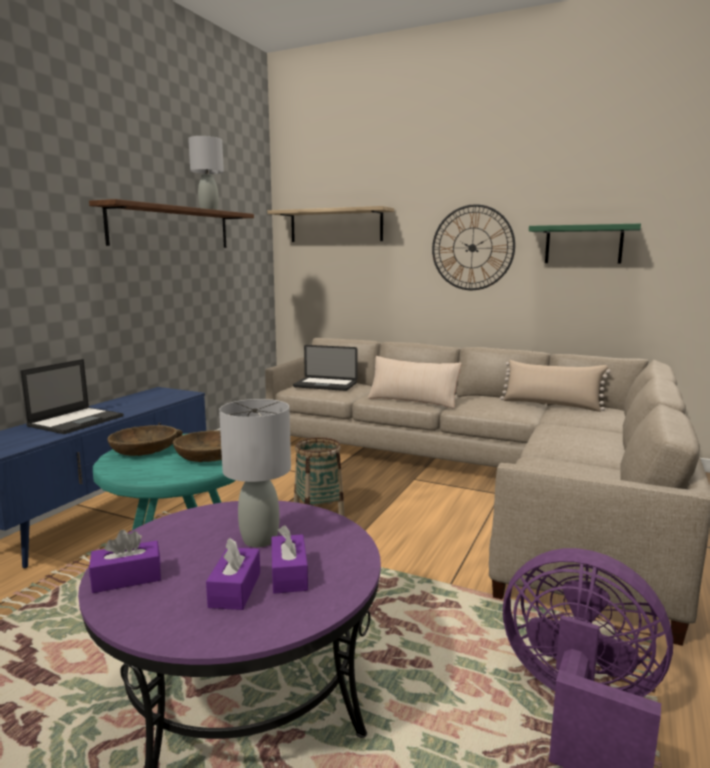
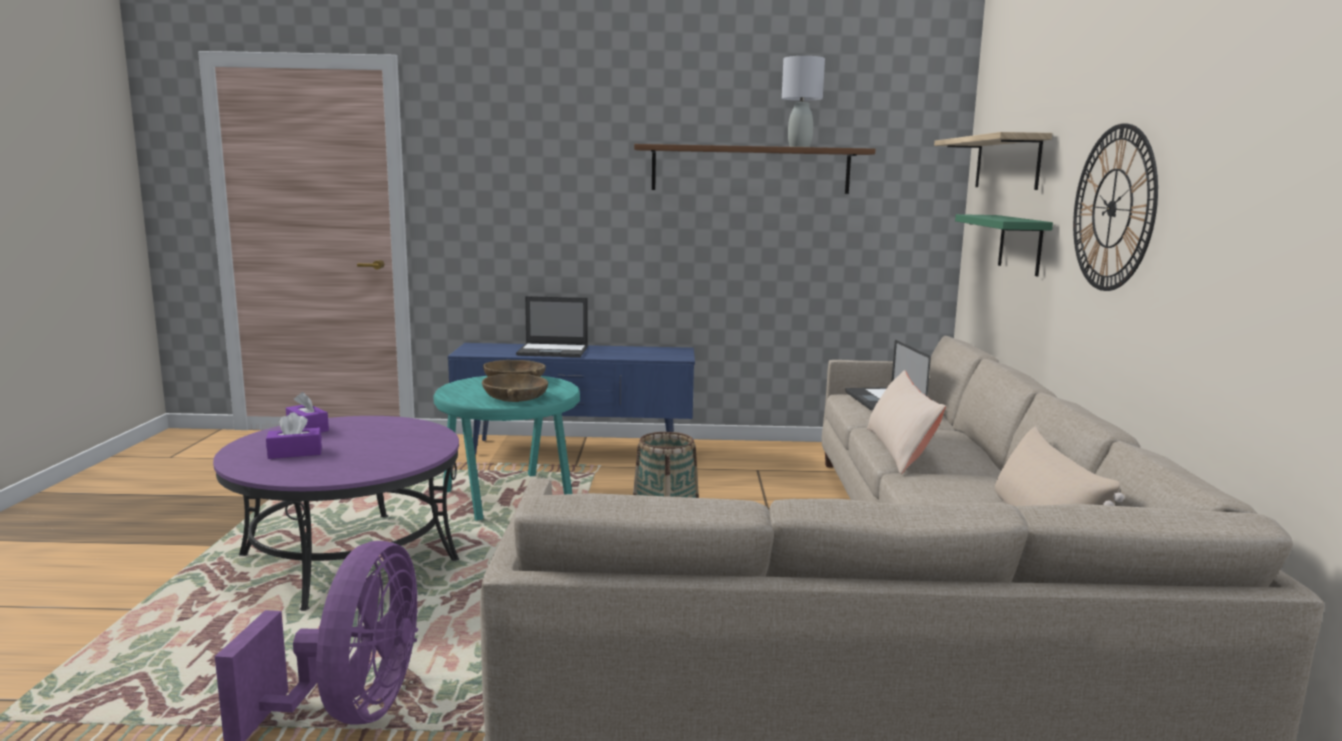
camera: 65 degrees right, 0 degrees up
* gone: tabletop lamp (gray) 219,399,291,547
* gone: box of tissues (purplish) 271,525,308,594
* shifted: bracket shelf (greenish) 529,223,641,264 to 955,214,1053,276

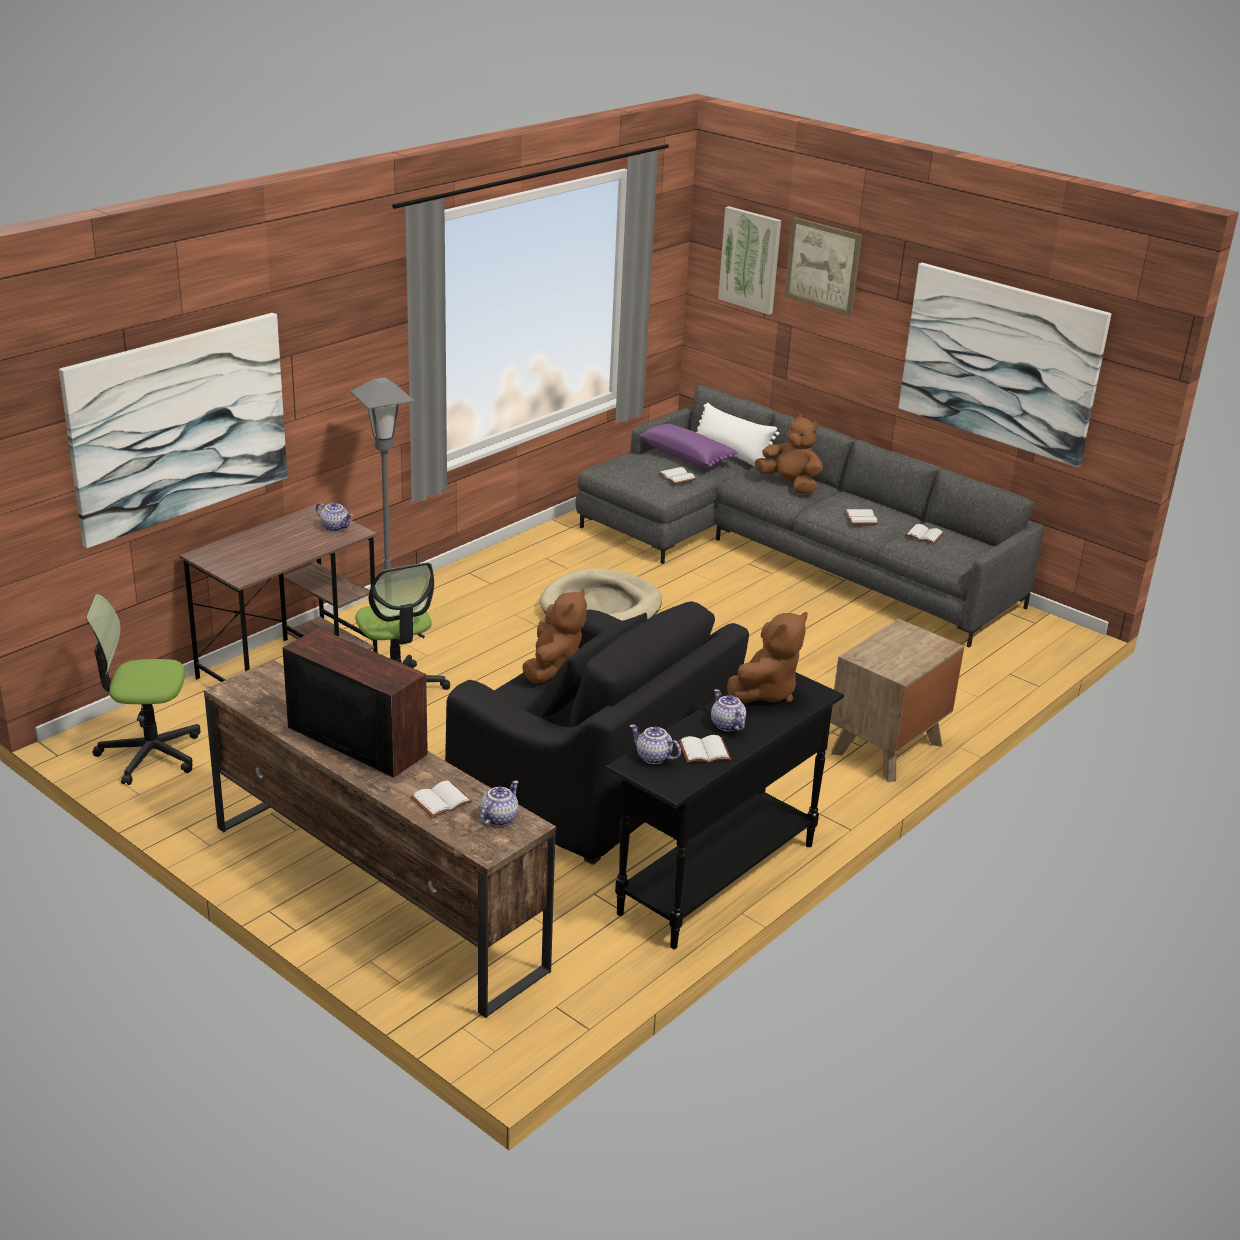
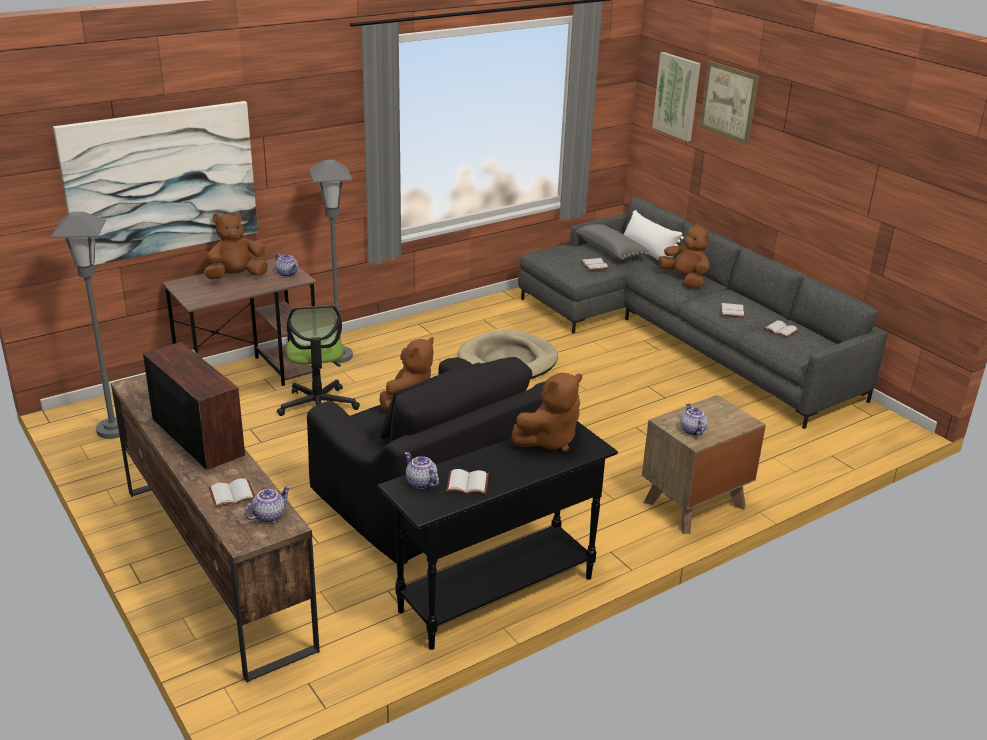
camera: 15 degrees right, 0 degrees up
* gone: wall art 899,263,1111,468
* new: cuddly toy (brown-coloured) 204,212,268,279
* shifted: pot for tea 711,689,746,731 to 680,403,708,436
* swapped: computer chair 86,594,201,785 to floor lamp (gray) 51,212,120,439
* repainted: throw pillow (purplish) 639,424,738,467 to throw pillow (gray) 576,224,649,260

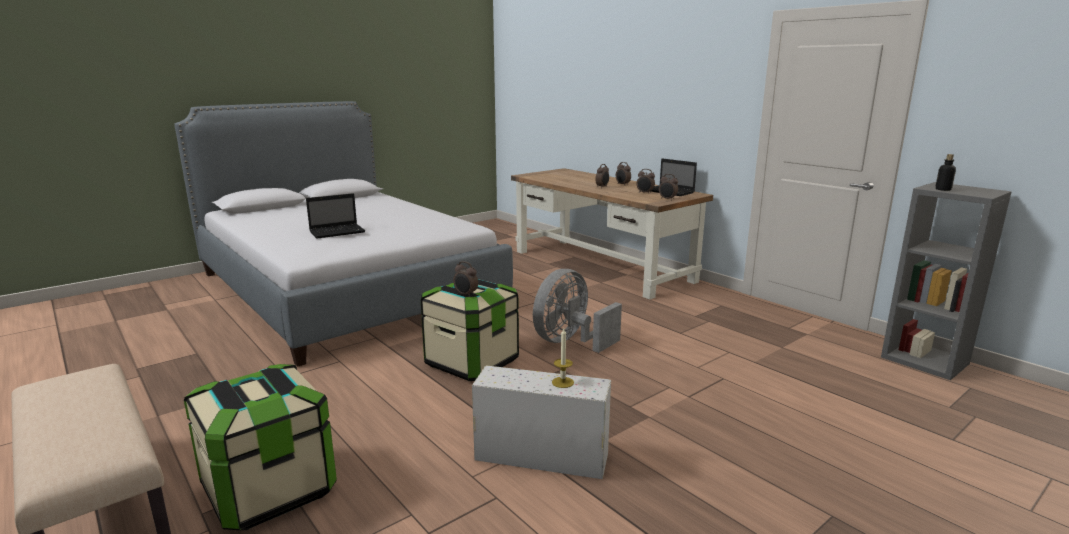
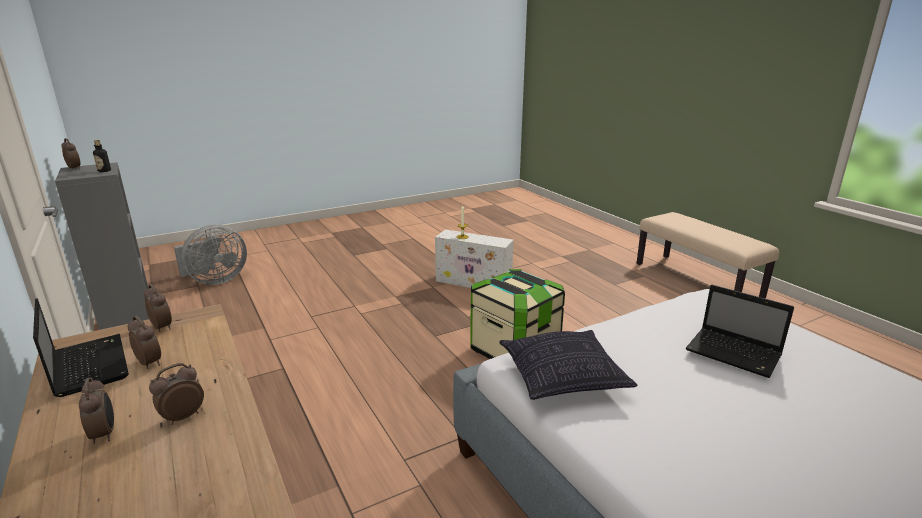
camera: 170 degrees left, 5 degrees up
* gone: storage container 184,364,337,530
* new: throw pillow 499,330,637,400
* shifted: table clock 453,261,478,297 to 61,138,81,170
* shifted: cooling fan (gray) 533,269,622,353 to 174,225,247,285
* rotated: notebook computer 306,193,365,239 = 686,285,794,378 120 degrees counterclockwise

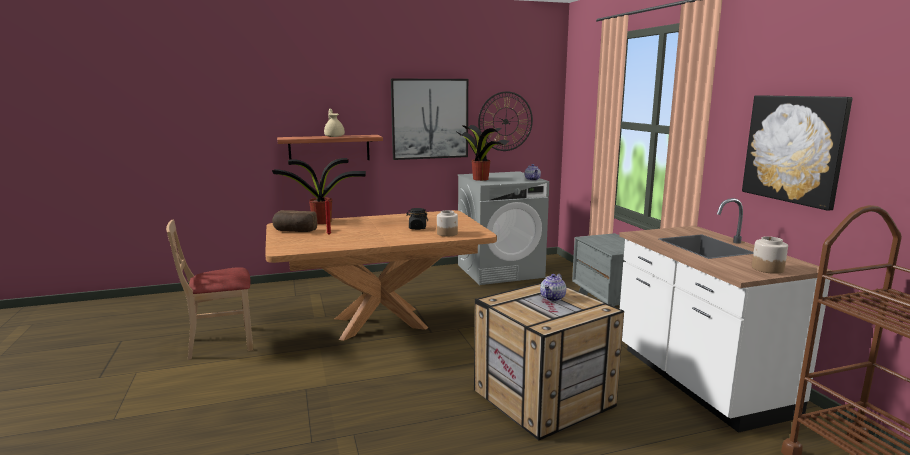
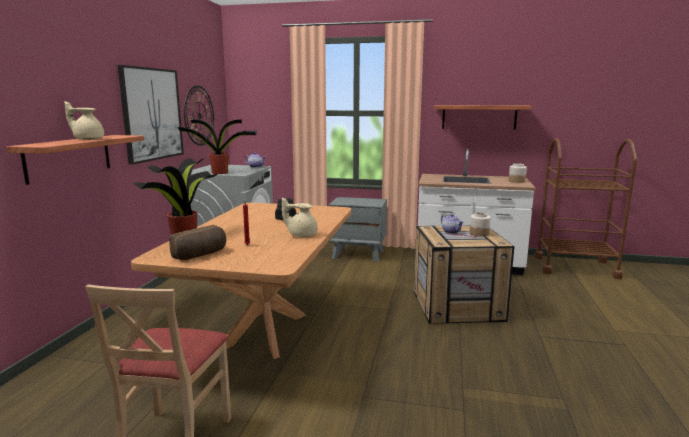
camera: 60 degrees left, 0 degrees up
* new: pot for tea (beige) 282,197,318,237
* shifted: preserve jar 437,210,458,237 to 469,212,491,237
* swapped: wall art 742,95,853,211 to bracket shelf 434,105,531,130

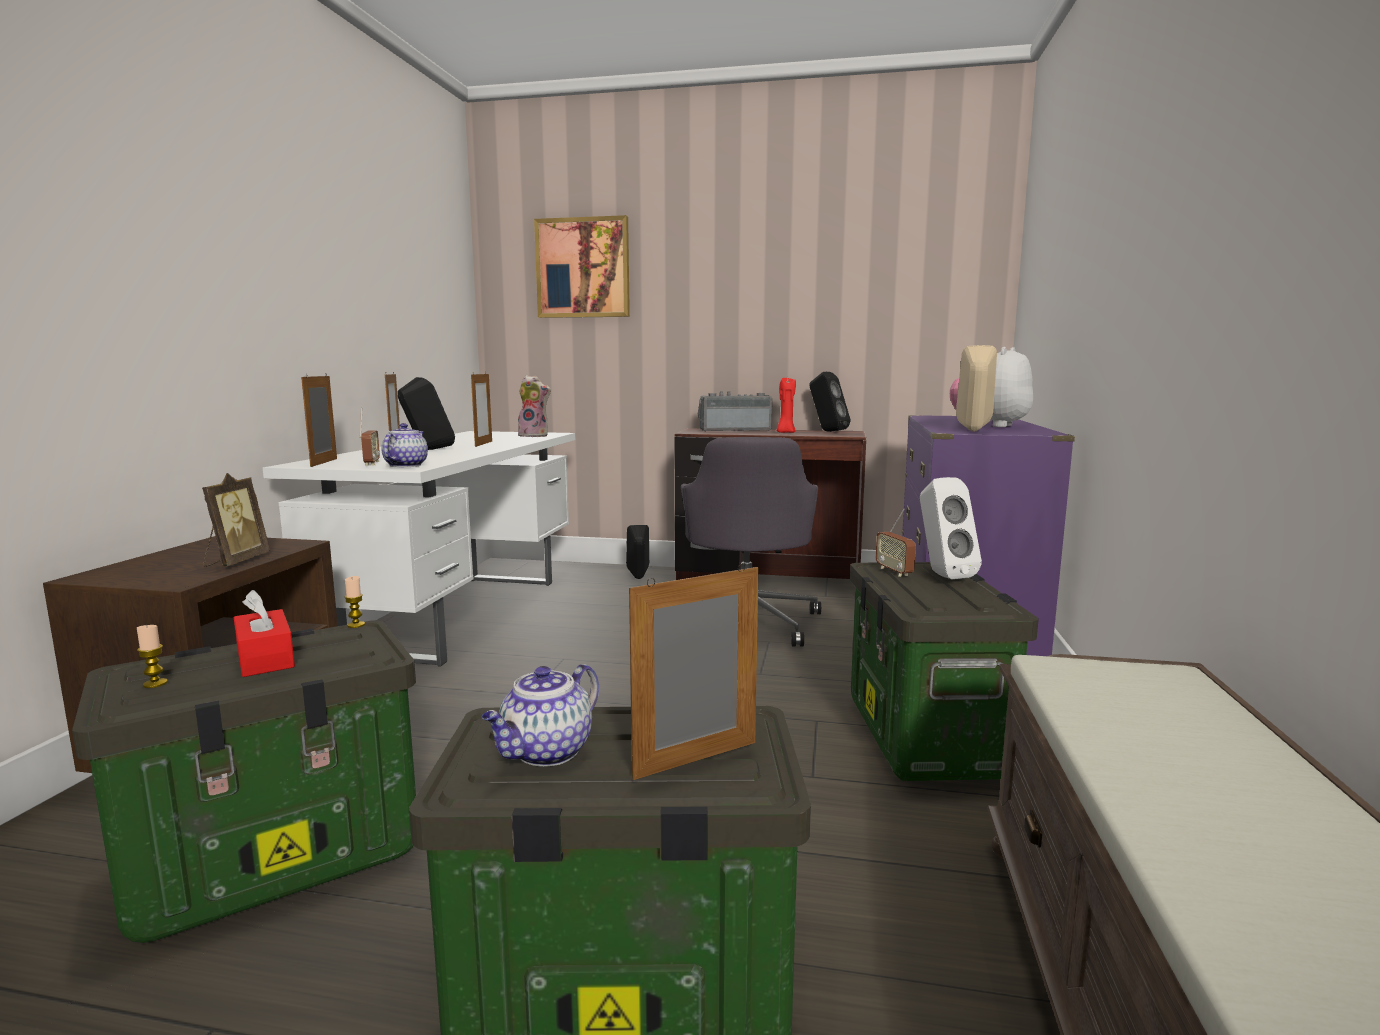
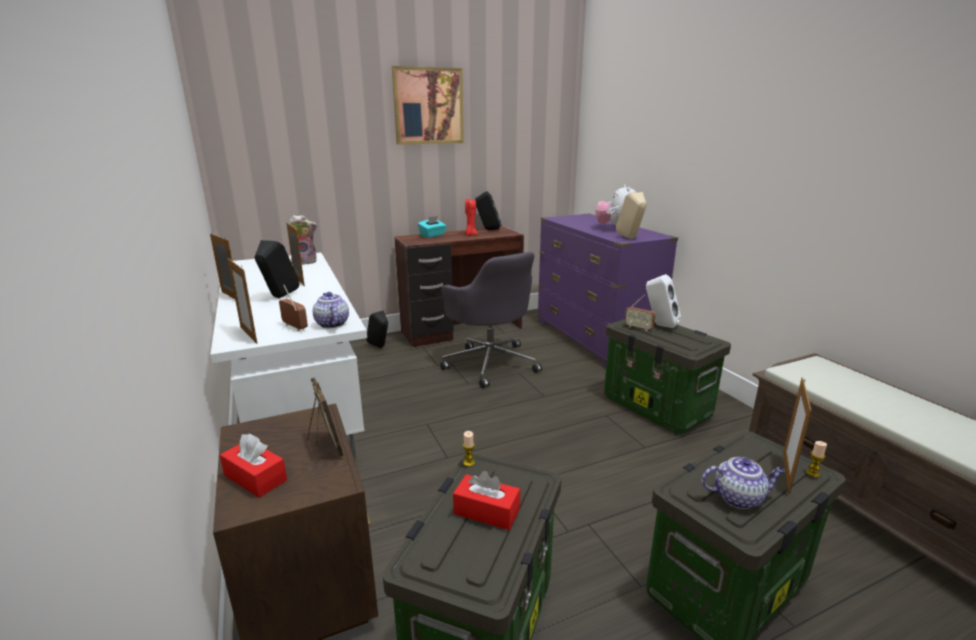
camera: 35 degrees left, 10 degrees up
* new: box of tissues (red-coloured) 220,433,287,498
* shifted: wax candle 137,625,168,688 to 806,441,827,477
* shifted: wall art 534,215,630,318 to 392,66,464,145
* swapped: radio receiver 698,391,772,432 to box of tissues (turquoise) 418,216,446,238
* rotated: pot for tea 482,664,599,766 = 701,457,785,509 90 degrees counterclockwise

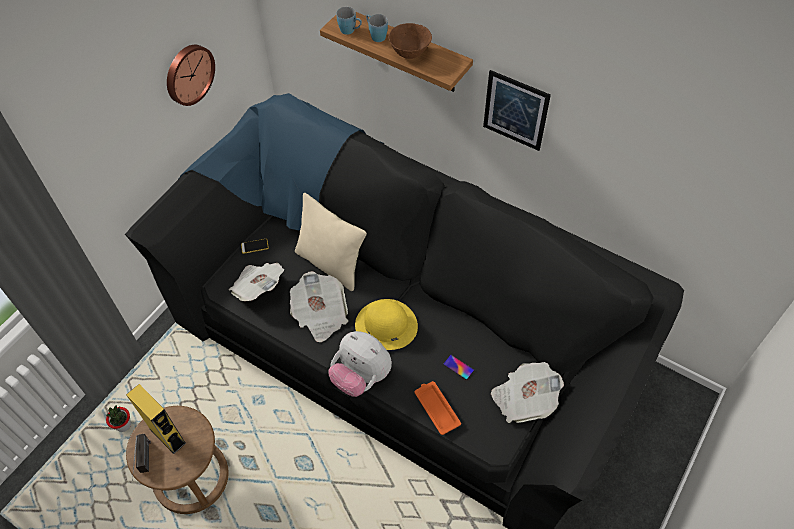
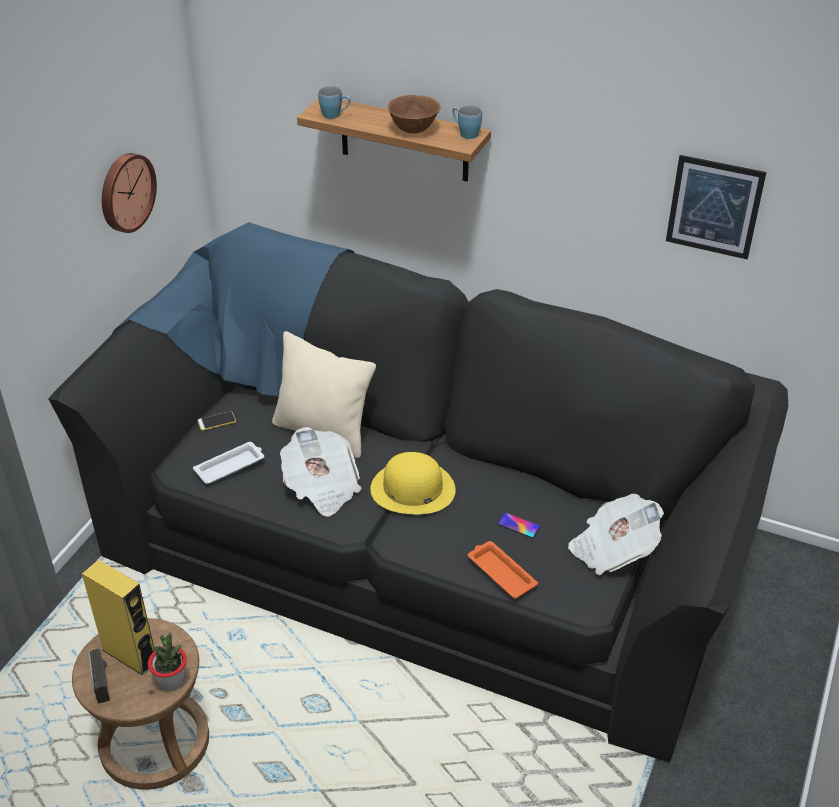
camera: 10 degrees left, 15 degrees down
* gone: cuddly toy 328,331,392,397
* shifted: plant in a pot 106,405,131,432 to 148,632,187,691
* shifted: coffee mug (bluish) 366,14,388,42 to 452,105,482,139
* shifted: wall art 483,70,551,151 to 666,155,766,259
* swapped: newspaper 229,263,284,301 to serving tray (whitish) 193,442,264,484

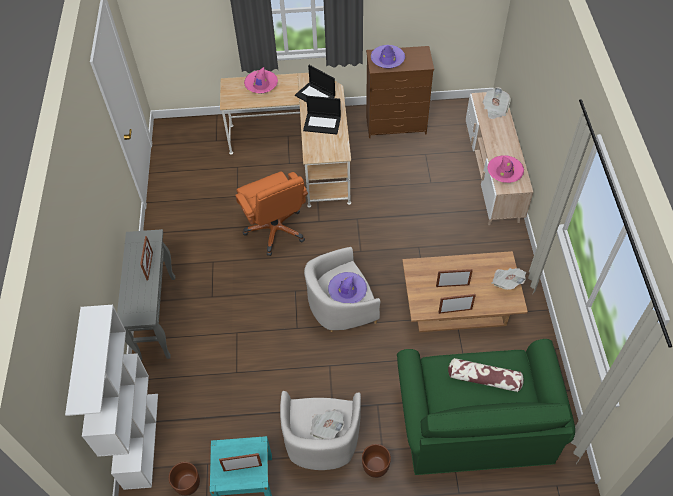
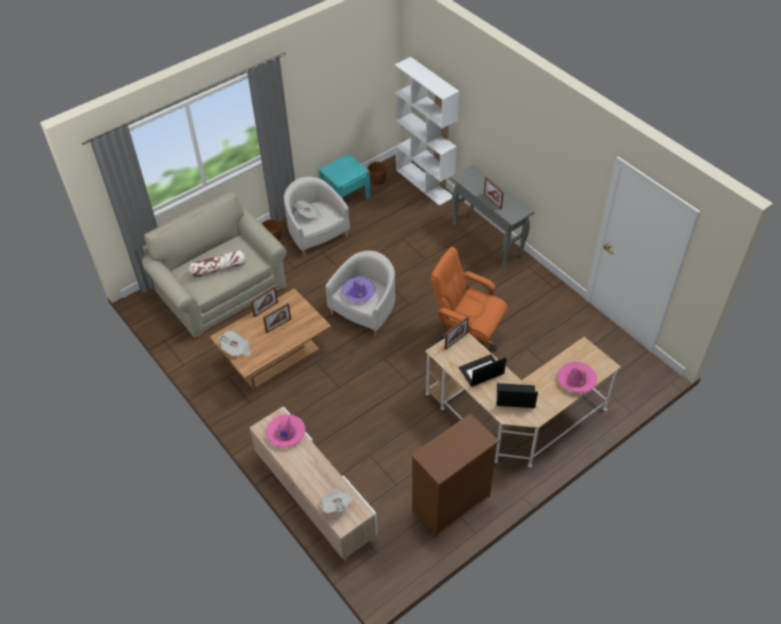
camera: 145 degrees right, 5 degrees down
* gone: wearable hat (purplish) 371,45,405,69
* shifted: photo frame 219,453,262,471 to 445,317,469,350
* repainted: sofa (greenish) 397,339,575,475 to sofa (beige) 142,191,287,337

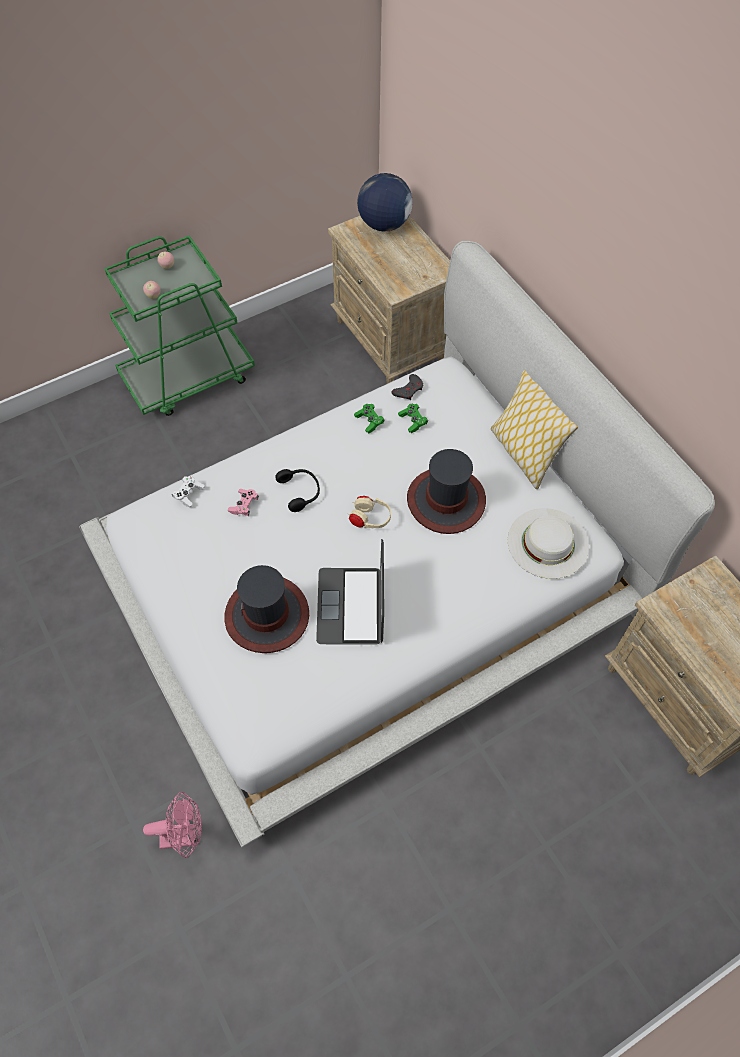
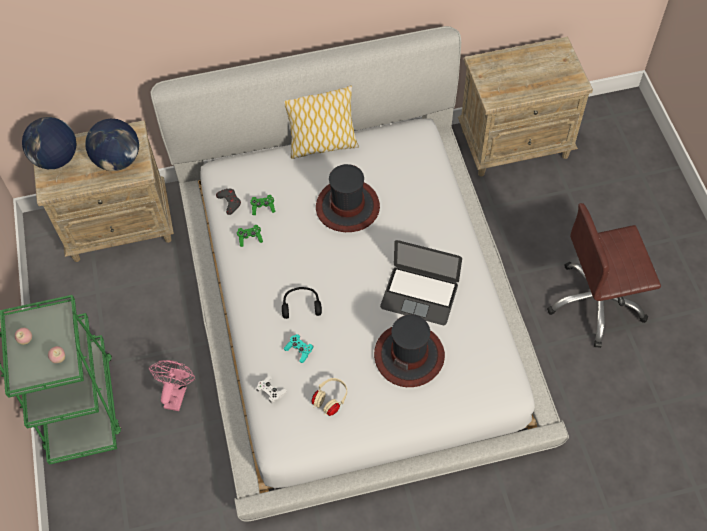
camera: 70 degrees left, 0 degrees up
* gone: wearable hat (whitish) 508,508,589,579
* new: world globe 85,119,139,171
* new: computer chair (brown-coloured) 547,203,661,348
* shifted: cooling fan (pinkish) 143,792,202,858 to 149,360,196,411
* shifted: headphones (beige) 348,496,391,529 to 312,378,347,416
* repainted: joypad (pinkish) 228,489,259,516 to joypad (turquoise) 284,334,314,363

